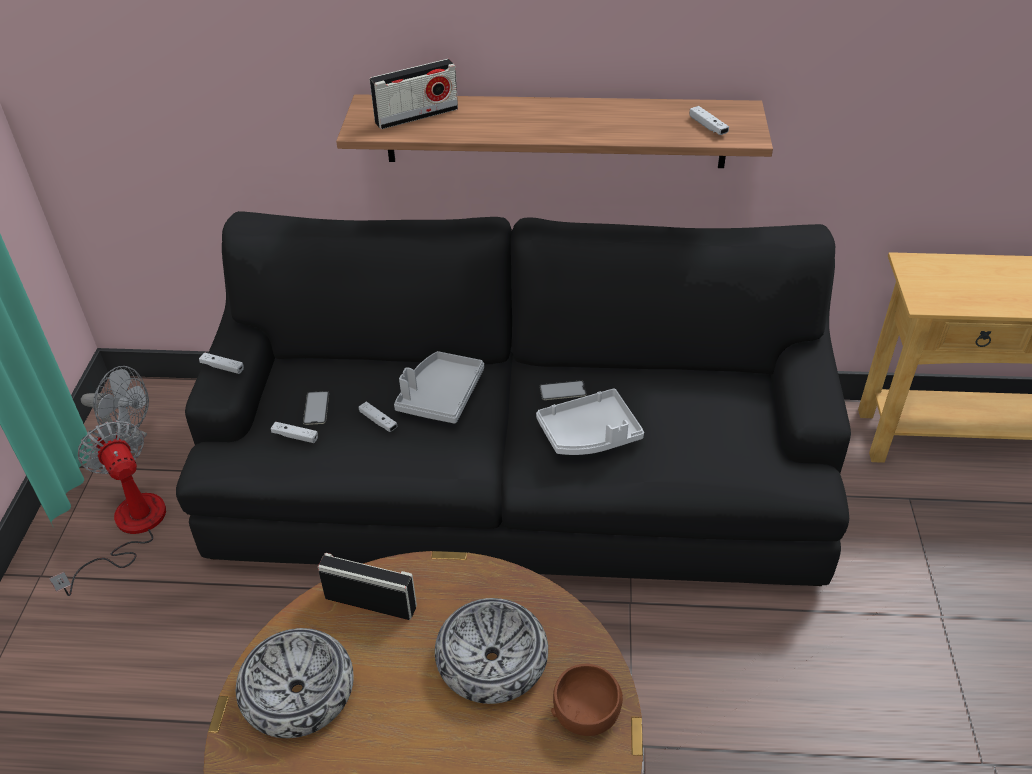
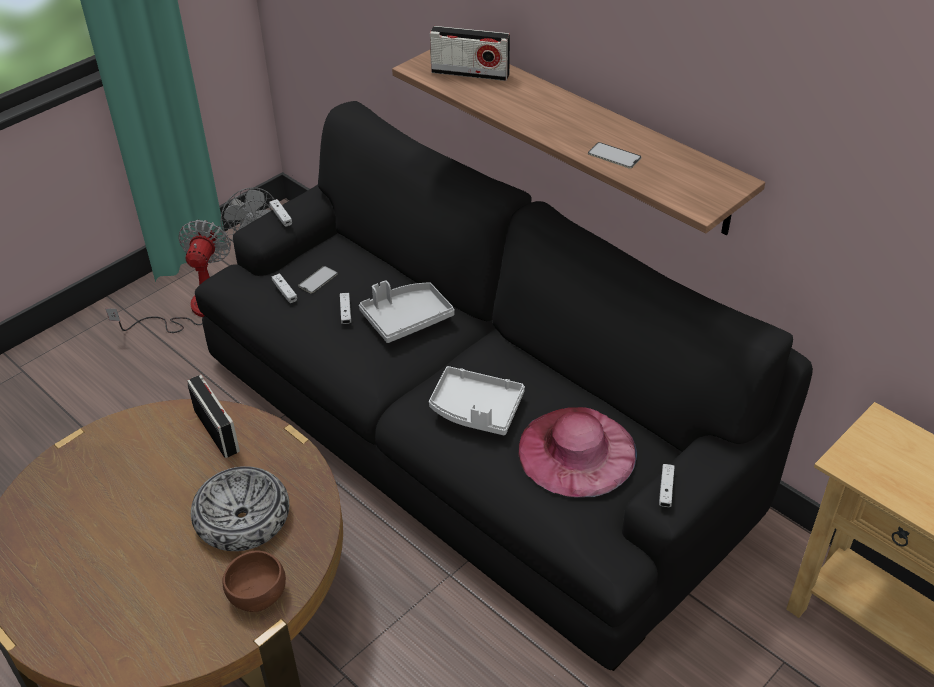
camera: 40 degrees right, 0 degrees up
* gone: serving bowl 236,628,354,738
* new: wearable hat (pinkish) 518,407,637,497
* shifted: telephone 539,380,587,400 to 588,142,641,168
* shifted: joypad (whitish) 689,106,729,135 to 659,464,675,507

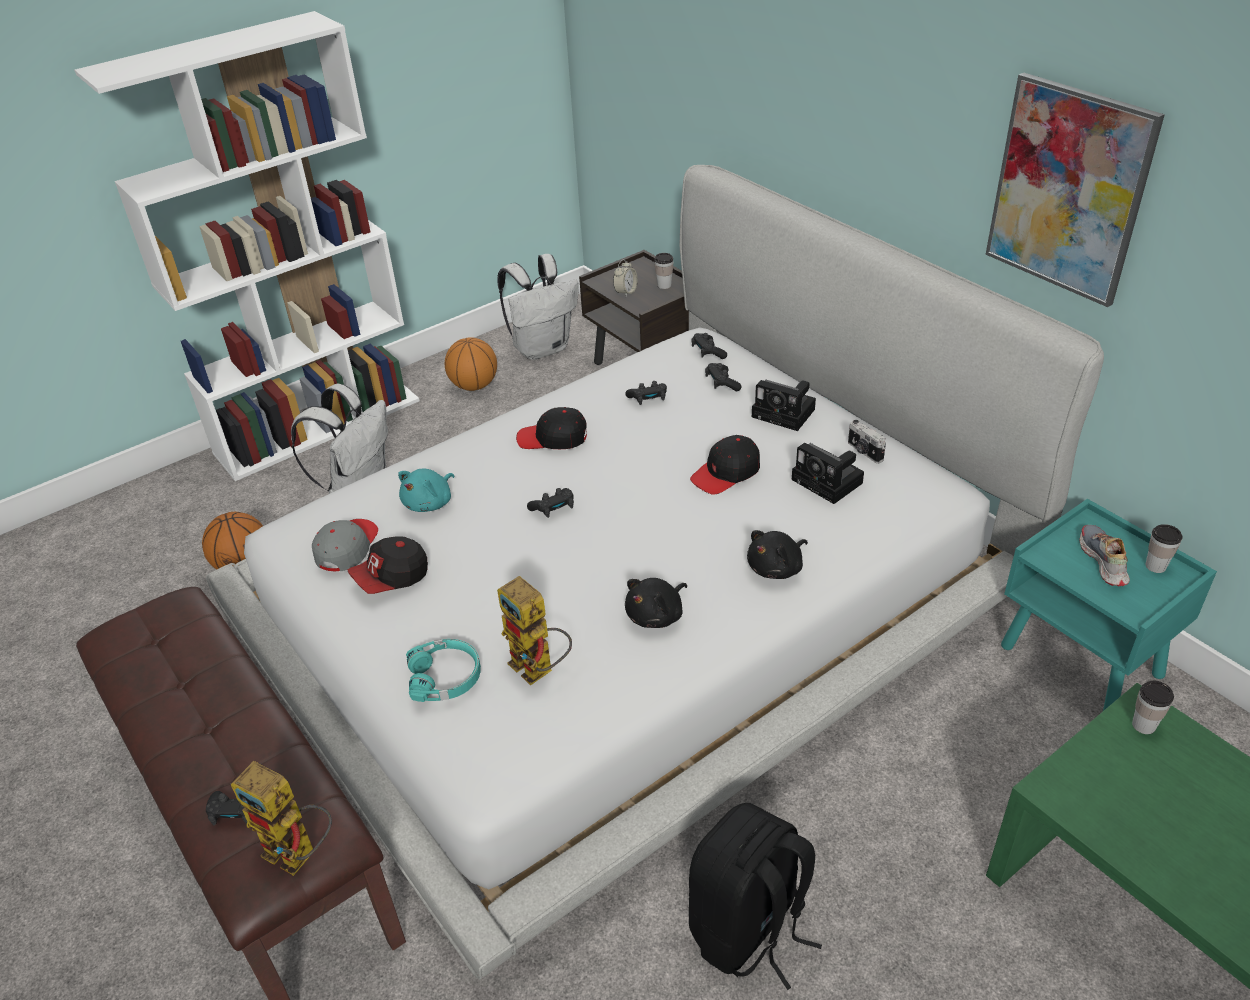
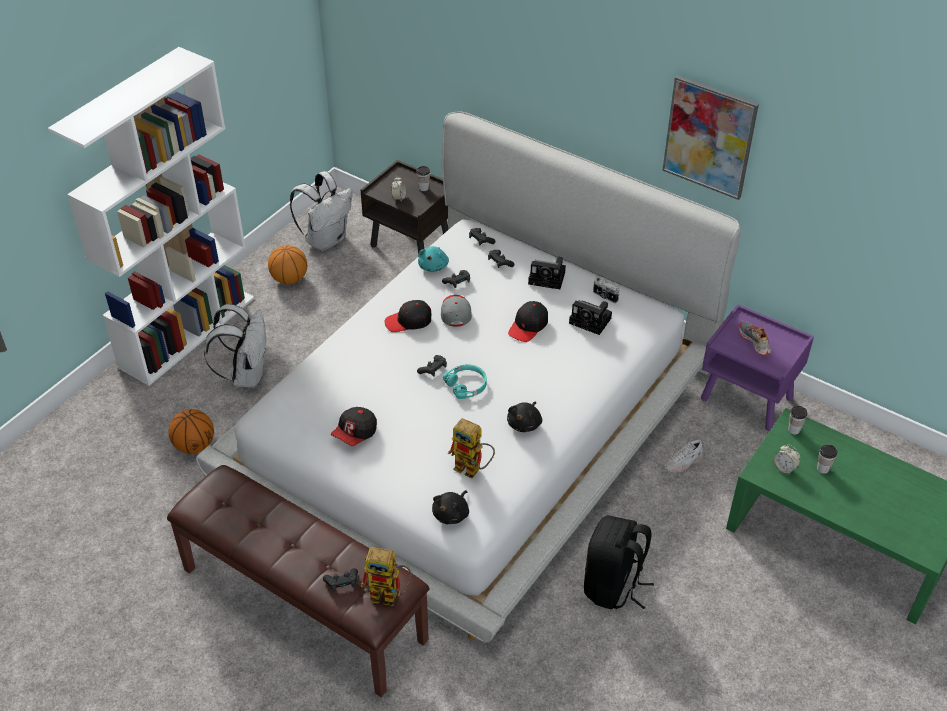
camera: 20 degrees left, 5 degrees up
* new: shoe (whitish) 663,440,704,473
* new: table clock 774,444,800,474
* shifted: peaked cap (gray) 312,519,378,571 to 441,295,472,327
* shifted: cuddly toy (turquoise) 398,469,454,512 to 418,246,449,272
* shifted: headphones (turquoise) 406,639,481,702 to 443,364,487,399
* shifted: cuddly toy (black-coloured) 747,530,808,579 to 432,490,469,524
* shifted: drinking cup 1145,524,1183,573 to 817,444,838,474
* repainted: bedside table (turquoise) 1001,499,1217,711 to bedside table (purplish) 701,304,814,431

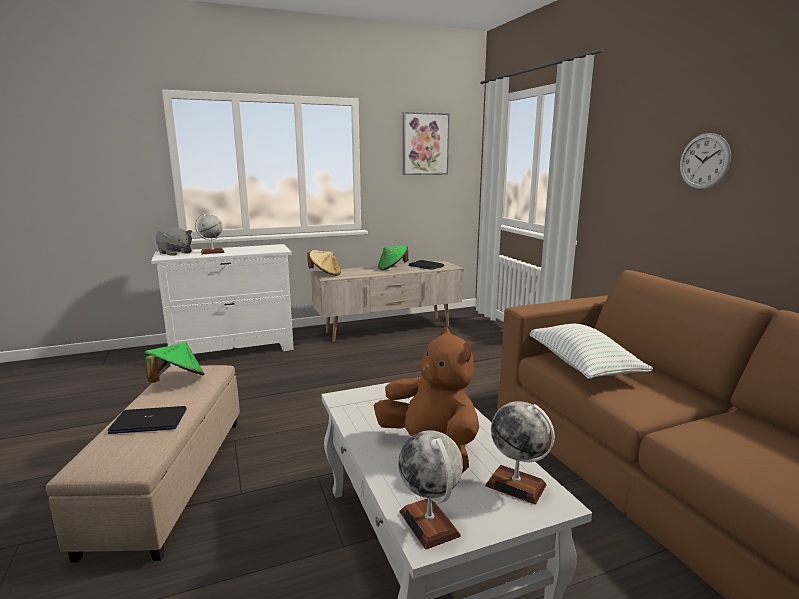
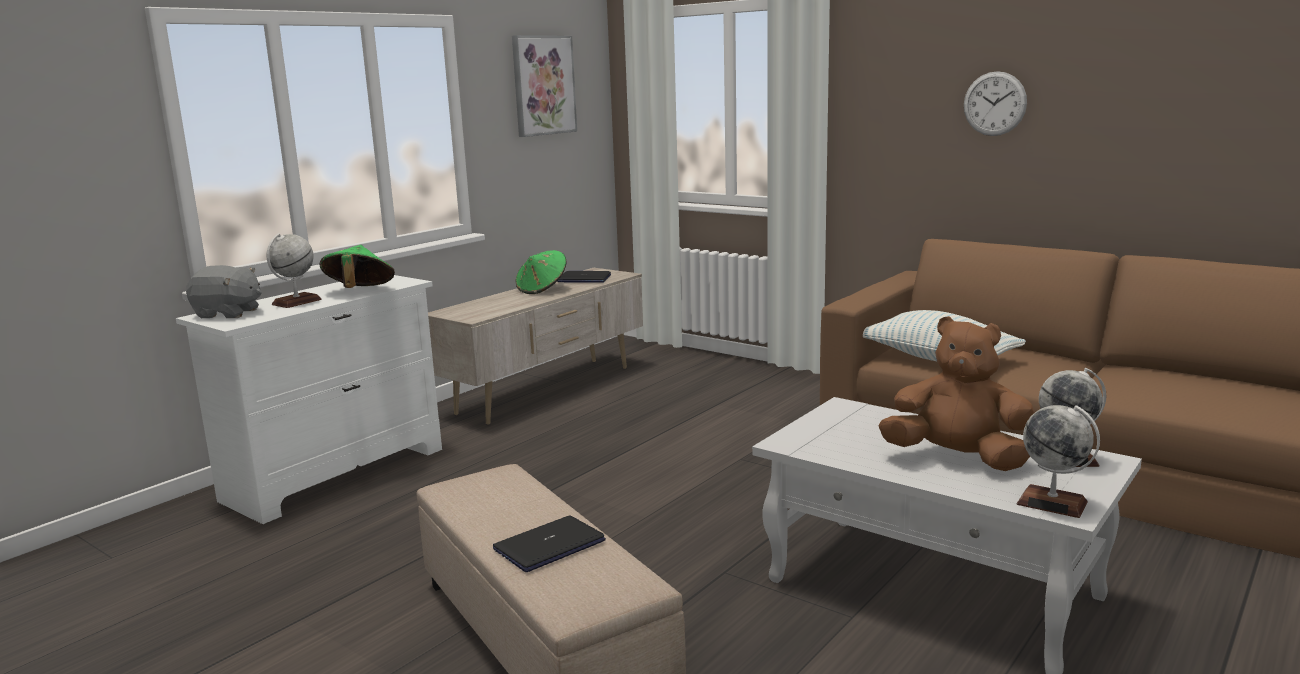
camera: 30 degrees left, 0 degrees up
* gone: wearable hat (beige) 307,250,341,276
* shifted: wearable hat (greenish) 144,342,205,383 to 320,245,395,288

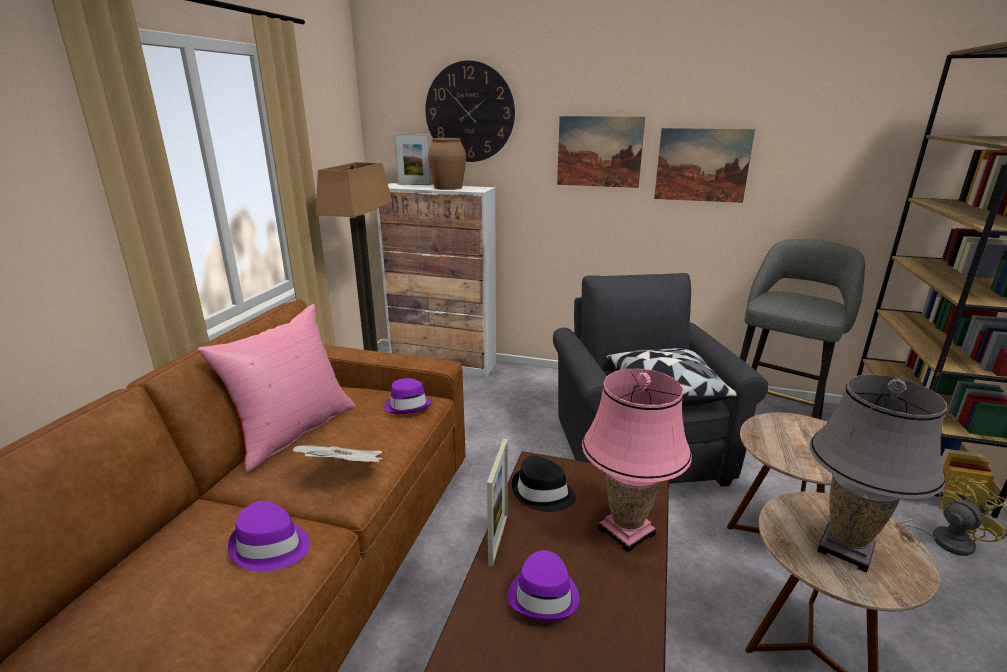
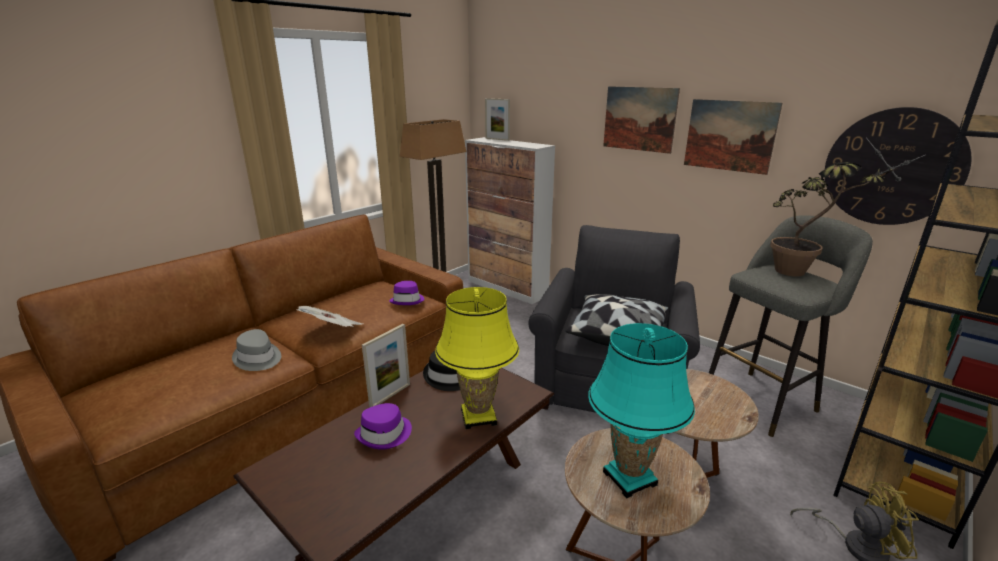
camera: 25 degrees right, 0 degrees up
* gone: throw pillow (pinkish) 197,304,356,472
* gone: decorative vase (brown-coloured) 428,138,466,190
* new: plant in a pot 770,162,897,277
* shifted: hanging clock 425,60,515,162 to 825,107,972,225
* repainted: wearable hat (purplish) 228,501,310,572 to wearable hat (gray) 232,329,281,371
* repainted: tabletop lamp (pinkish) 582,369,692,553 to tabletop lamp (yellow-coloured) 435,287,519,429
* repainted: tabletop lamp (gray) 809,374,947,573 to tabletop lamp (turquoise) 588,323,695,498

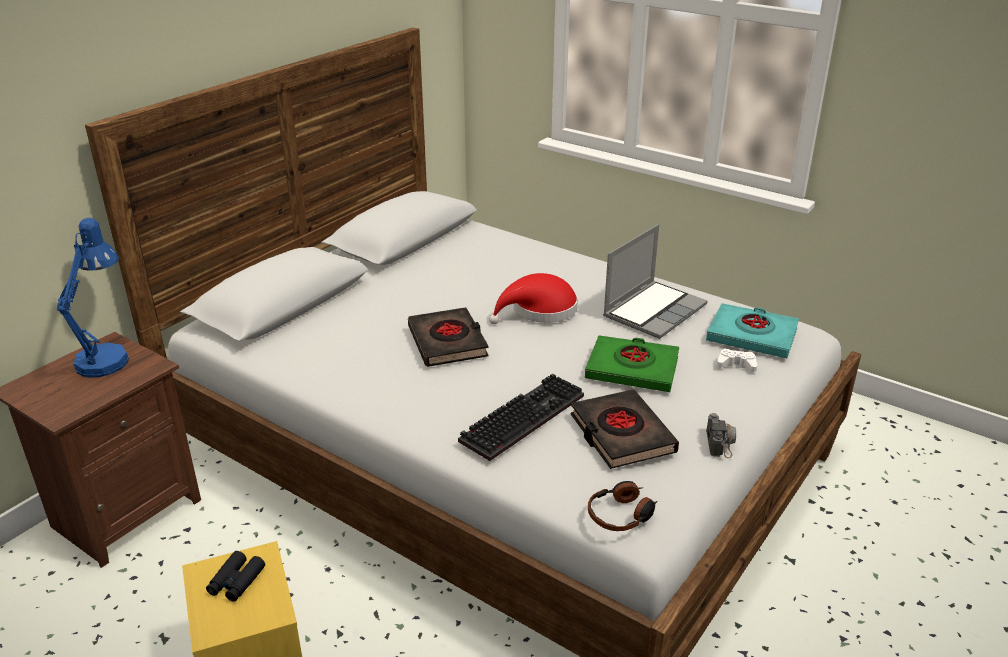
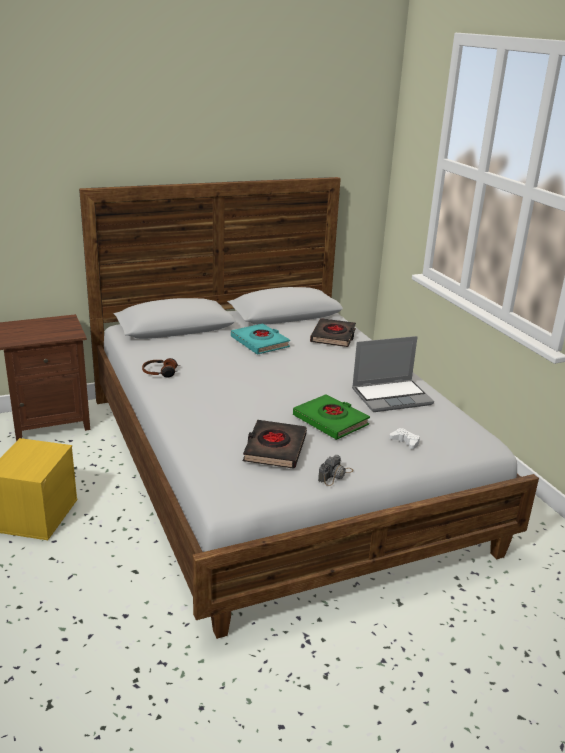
camera: 30 degrees right, 5 degrees down
* gone: tabletop lamp (bluish) 56,218,129,377
* gone: pair of binoculars (black-coloured) 206,551,265,602
* gone: keyboard 458,373,584,461
* gone: wearable hat (red-coloured) 489,273,578,324
* shifted: bound book (black-coloured) 408,307,489,367 to 310,318,356,347
* shifted: headphones 588,481,657,531 to 142,358,180,378
* shifted: bound book (turquoise) 706,303,799,358 to 231,323,290,355

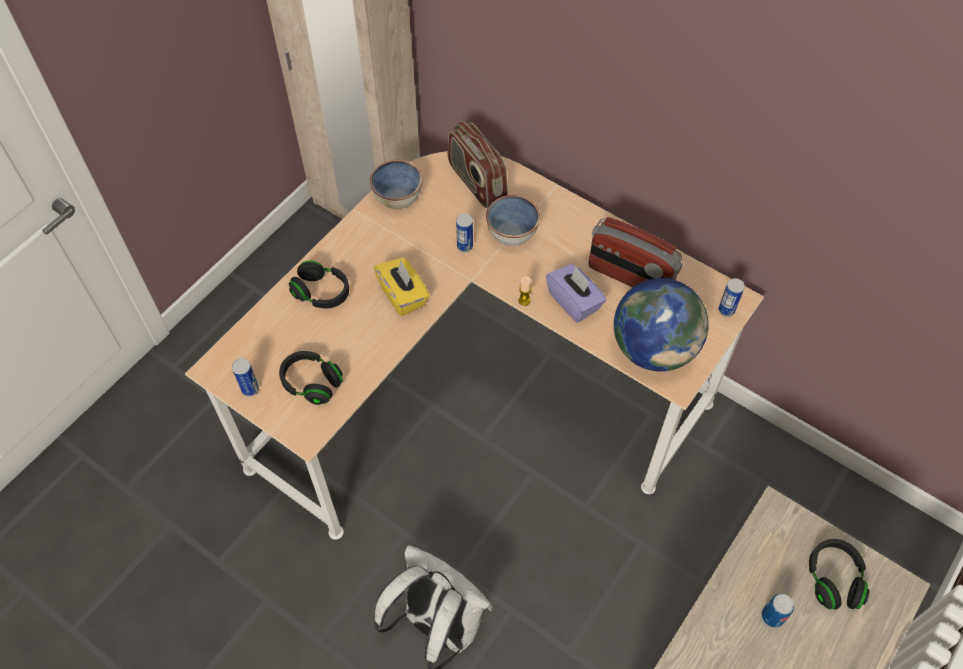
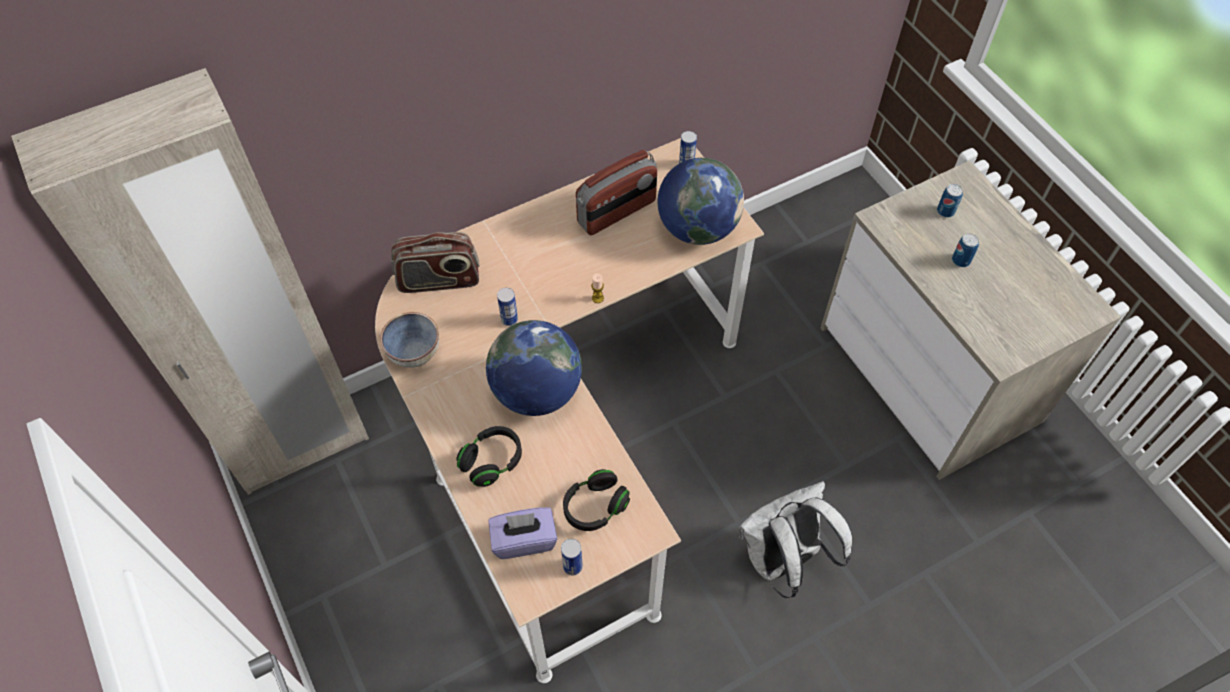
camera: 65 degrees left, 0 degrees up
* gone: serving bowl 486,195,540,246
* shifted: box of tissues (purplish) 546,264,606,323 to 488,508,557,559
* swapped: box of tissues (yellow-coloured) 374,258,429,316 to world globe 486,320,582,416
* swapped: headphones (black-coloured) 809,539,869,610 to can 937,184,963,218

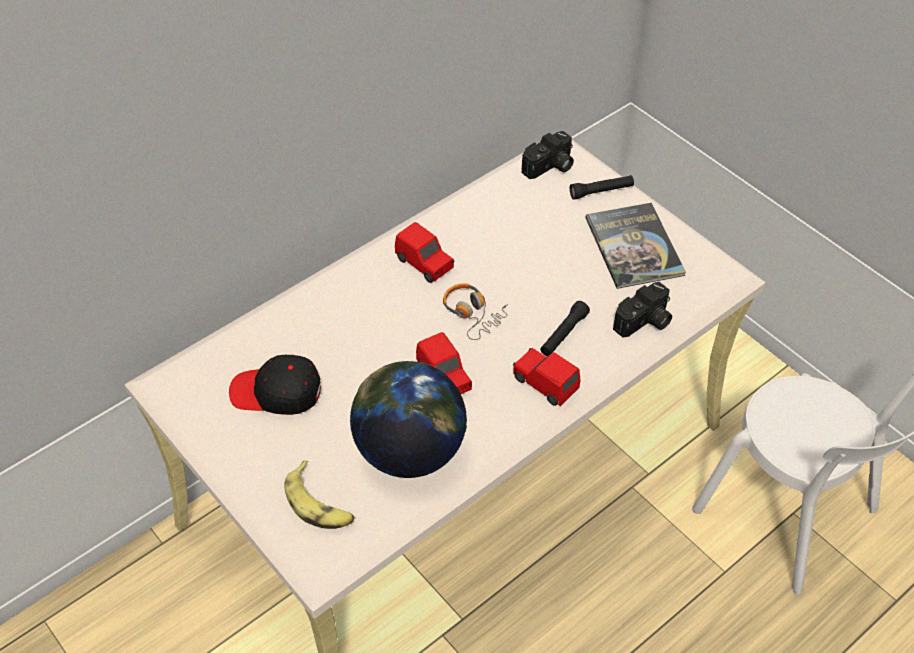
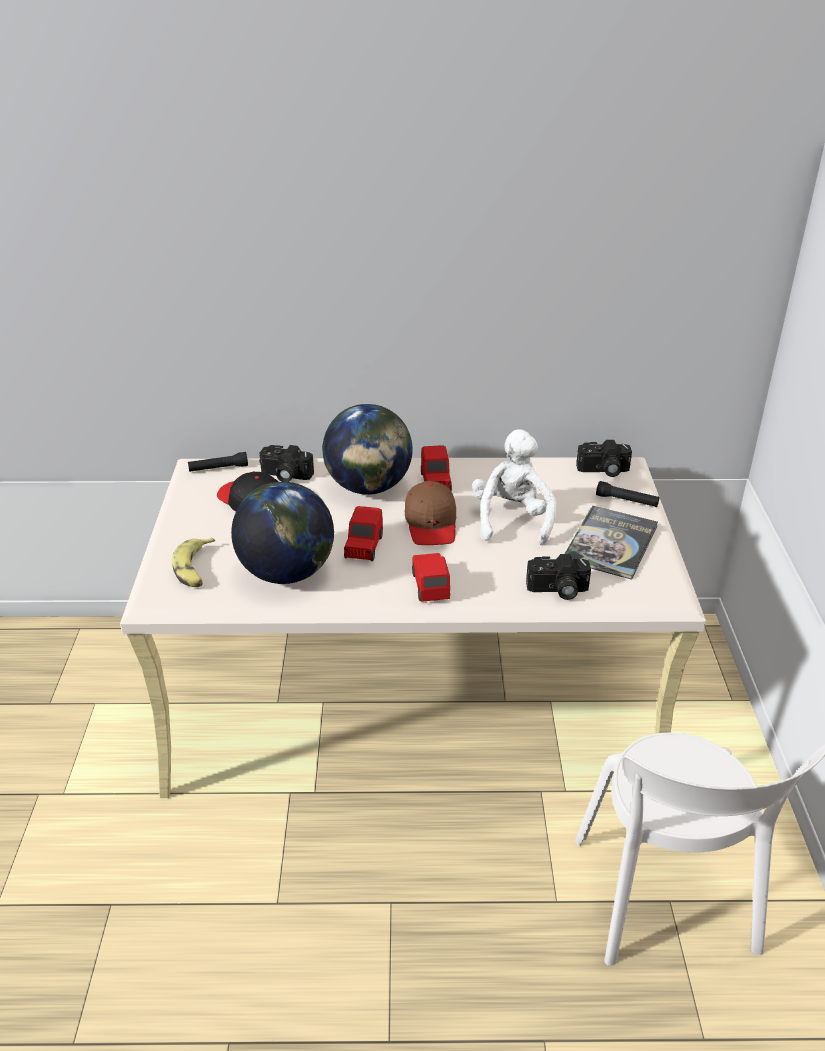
camera: 40 degrees right, 15 degrees down
* new: photo camera 259,445,314,482
* new: world globe 322,404,413,495
* new: cuddly toy (whitish) 472,429,556,545
* shifted: flashlight (black-coloured) 540,301,590,356 to 188,452,248,472
* swapped: headphones 443,283,508,340 to peaked cap (brown-coloured) 405,481,456,545

